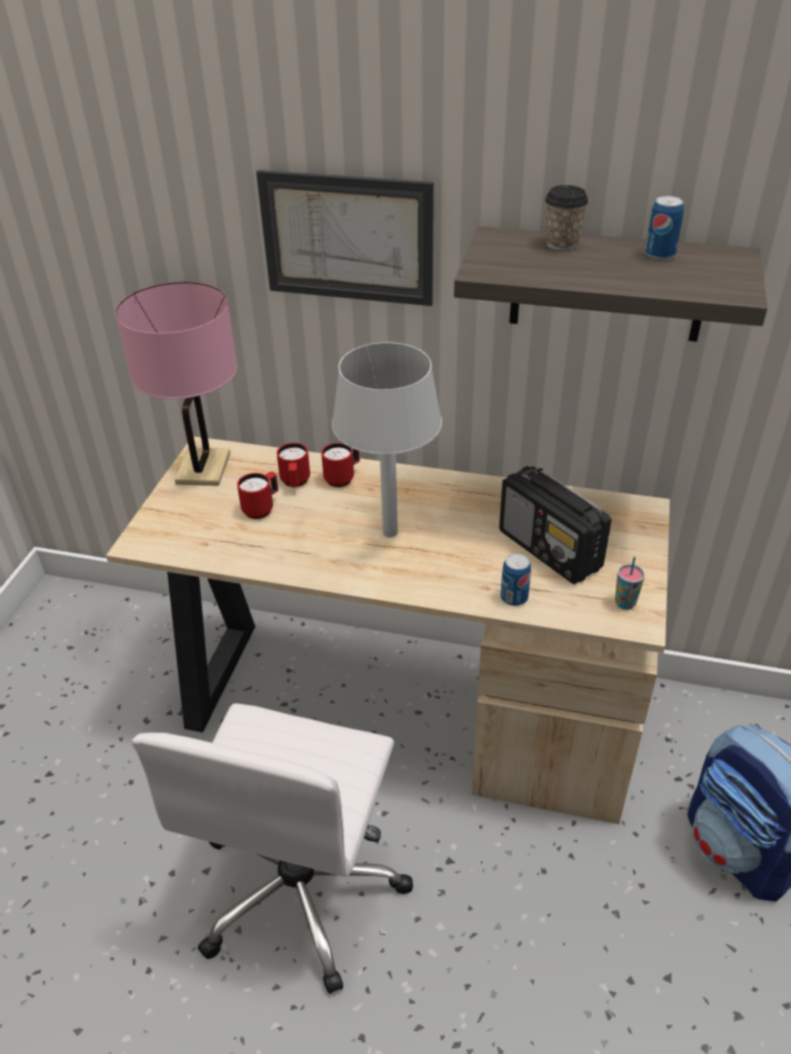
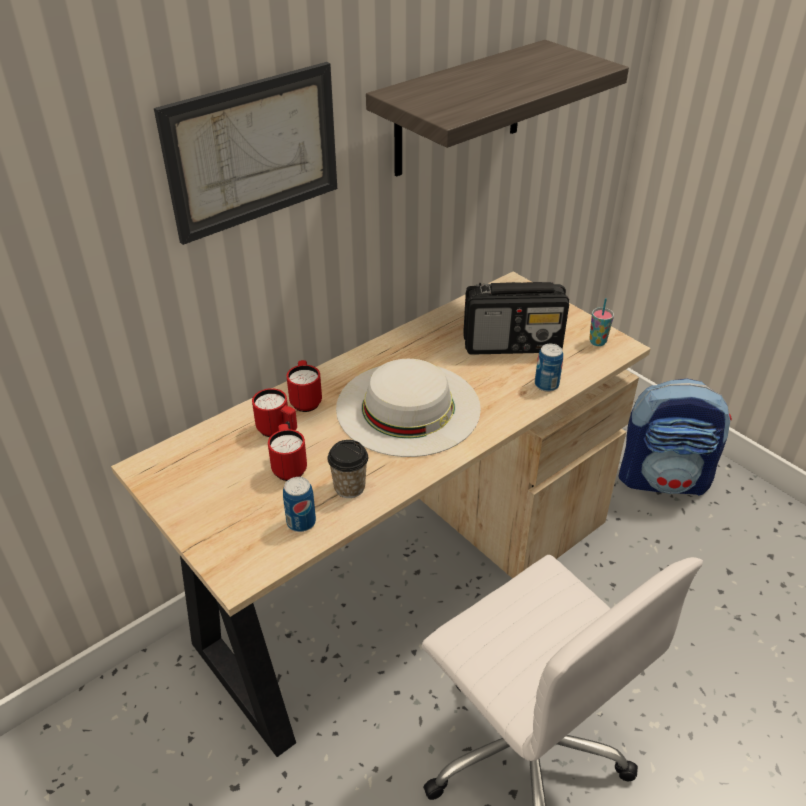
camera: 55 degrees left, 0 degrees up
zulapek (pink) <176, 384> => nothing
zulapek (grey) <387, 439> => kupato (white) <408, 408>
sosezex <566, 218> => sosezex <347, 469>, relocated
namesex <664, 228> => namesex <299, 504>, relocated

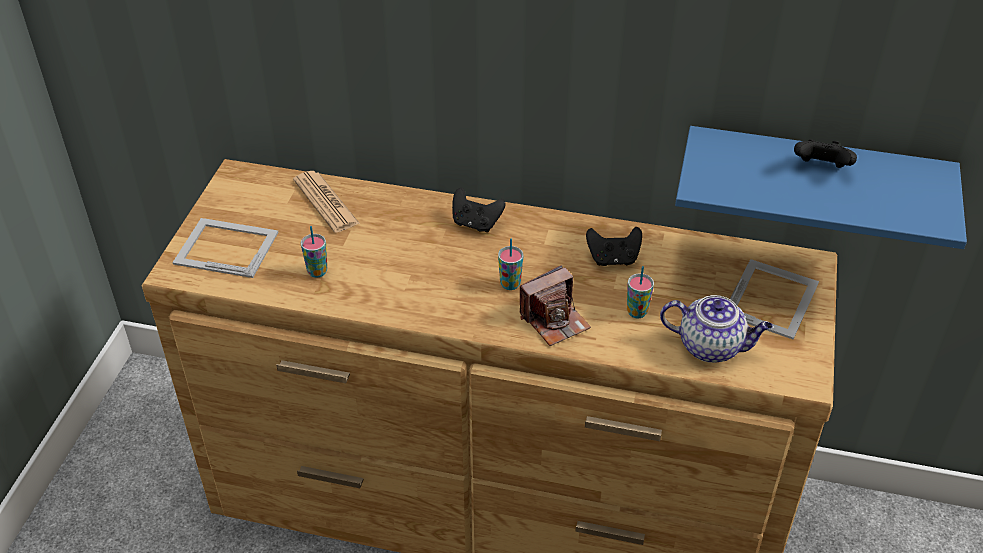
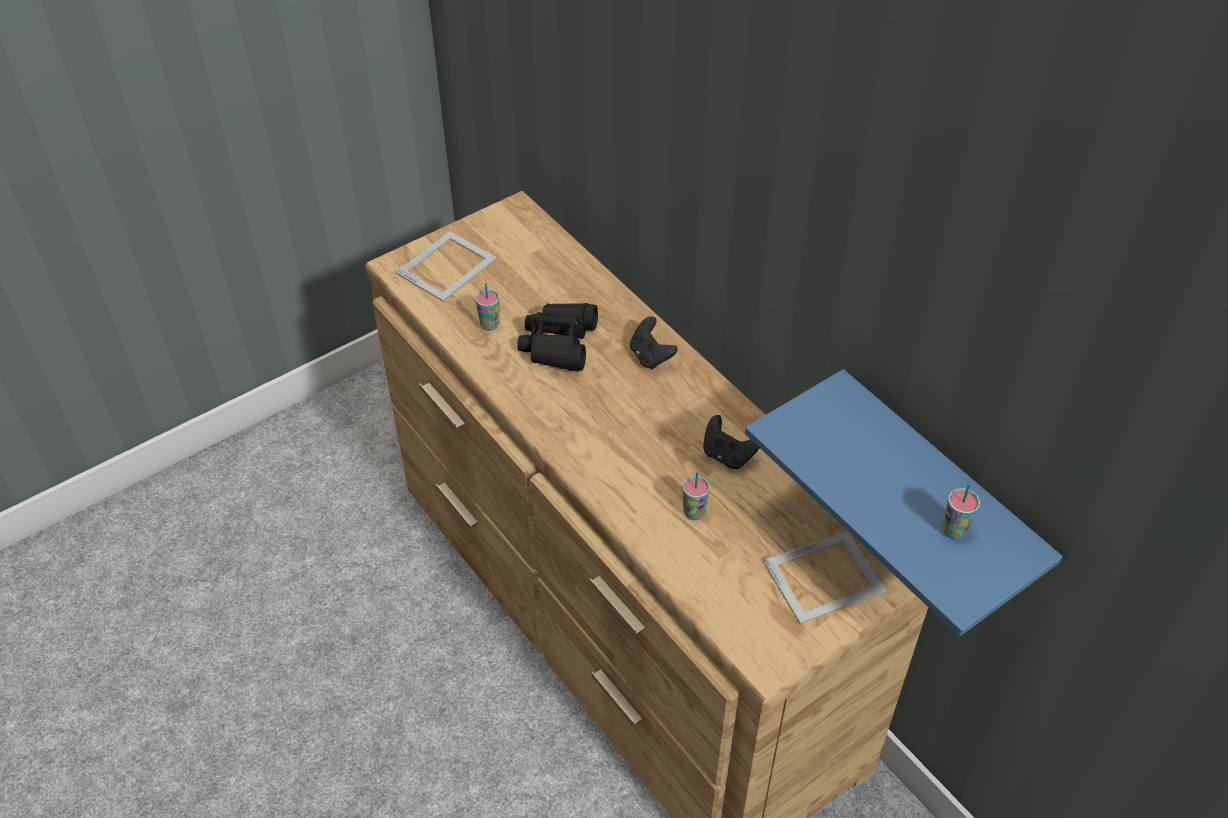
camera: 40 degrees right, 5 degrees up
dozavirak <225, 248> => dozavirak <446, 266>, 75 degrees clockwise
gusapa <326, 202> => nothing
sosezex <510, 264> => sosezex <961, 511>, relocated
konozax <555, 305> => nothing
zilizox <716, 329> => nothing
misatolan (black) <825, 153> => nothing
nothing => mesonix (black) <557, 337>

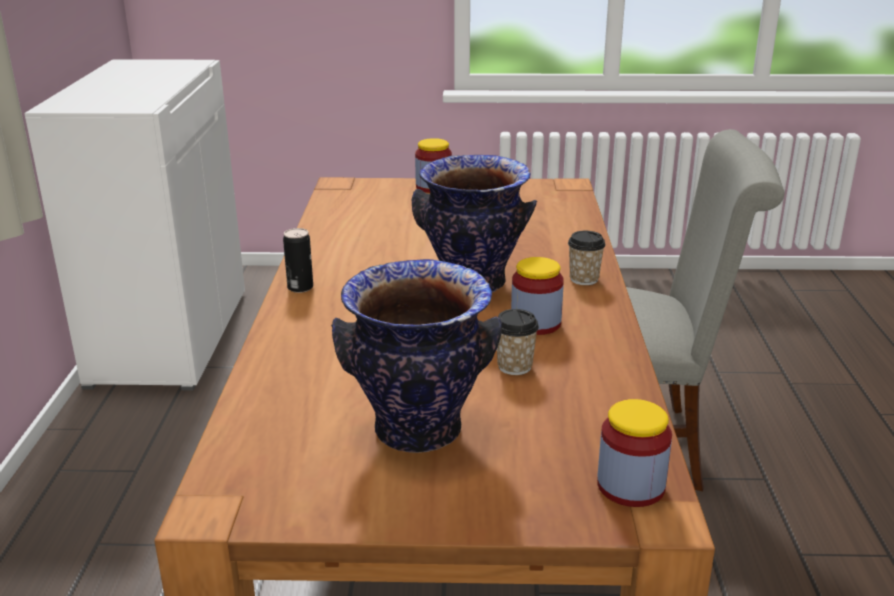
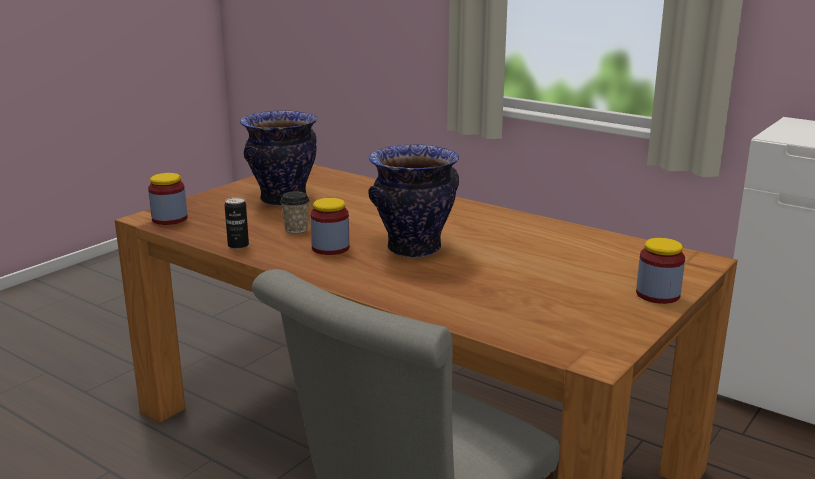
camera: 125 degrees right, 5 degrees down
namesex <298, 260> => namesex <237, 223>, relocated
sosezex <586, 258> => nothing

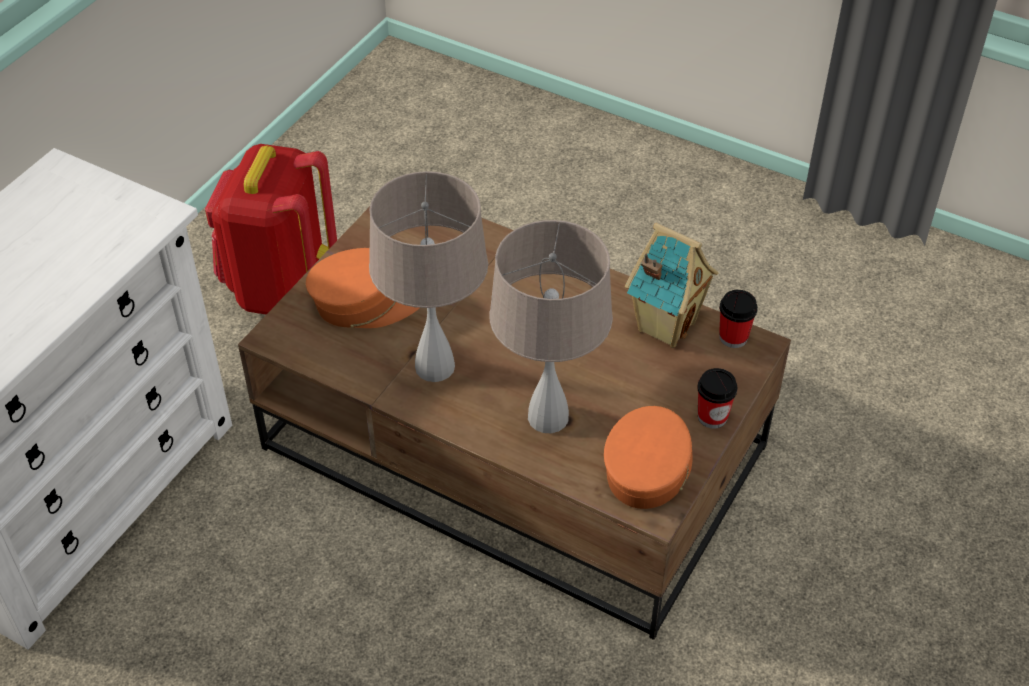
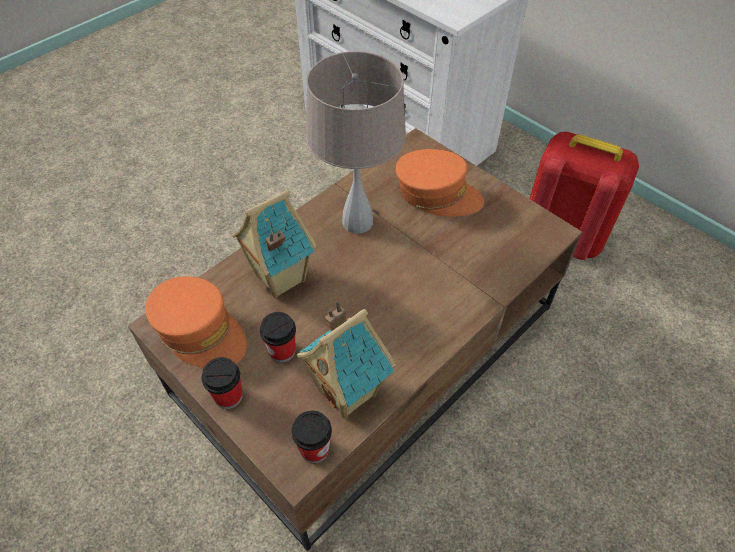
camera: 105 degrees right, 5 degrees up
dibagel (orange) <362, 288> => dibagel (orange) <440, 183>, 75 degrees counterclockwise
zulapek (beige) <551, 326> => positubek <274, 244>
nothing => sosezex <278, 337>

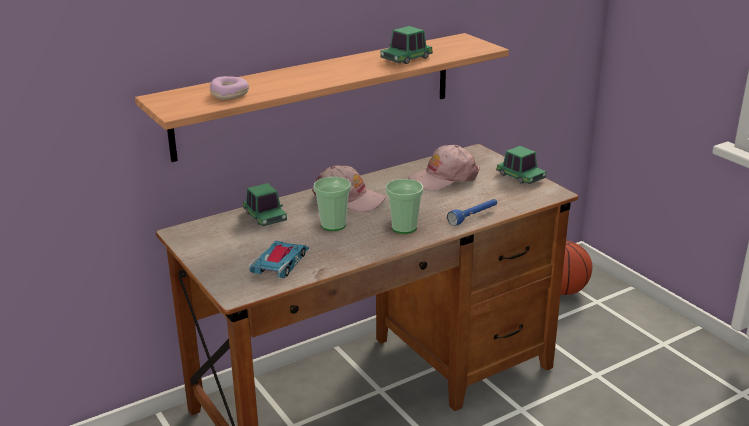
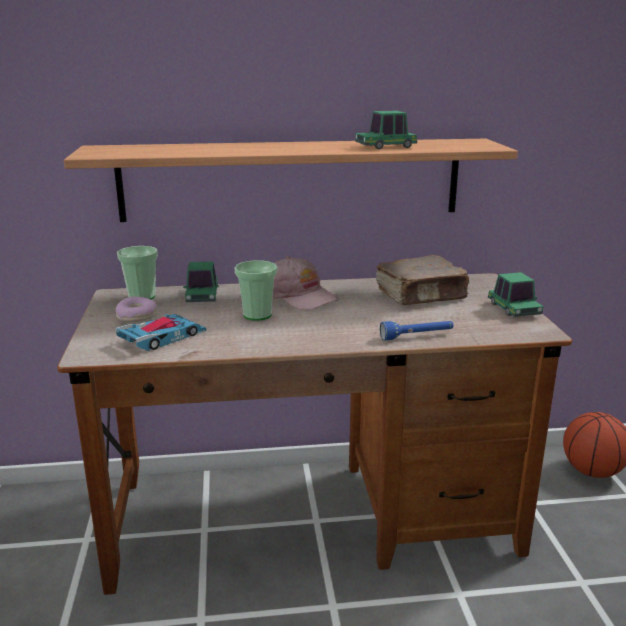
camera: 25 degrees right, 5 degrees down
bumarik <229, 88> => bumarik <136, 309>, relocated
sosezex <404, 206> => sosezex <137, 272>, relocated
dibagel (pink) <444, 168> => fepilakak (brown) <423, 280>

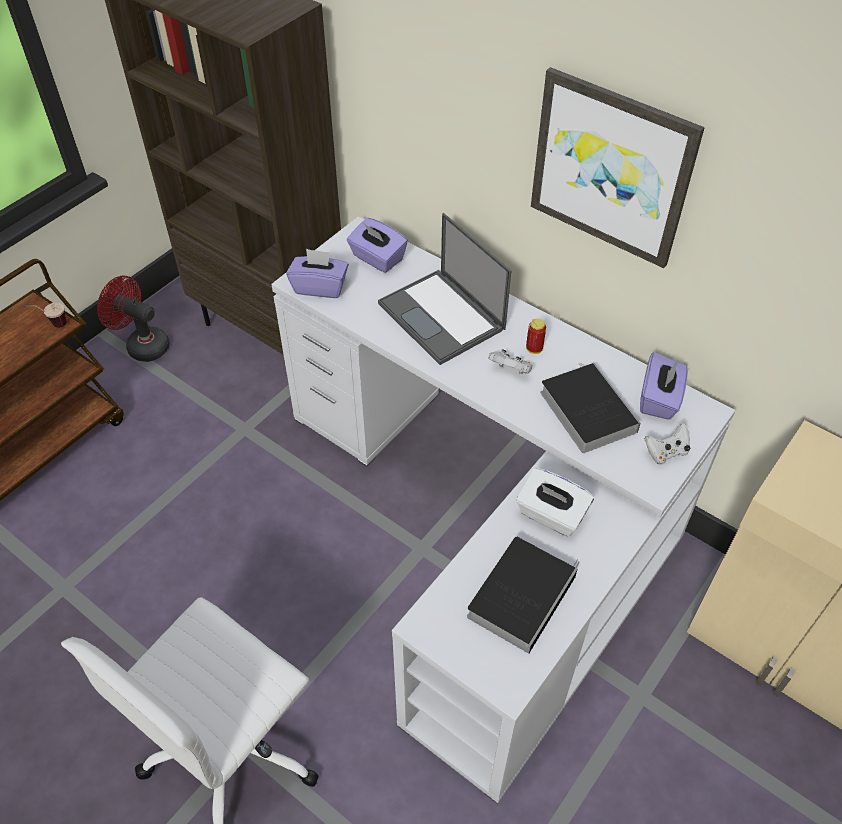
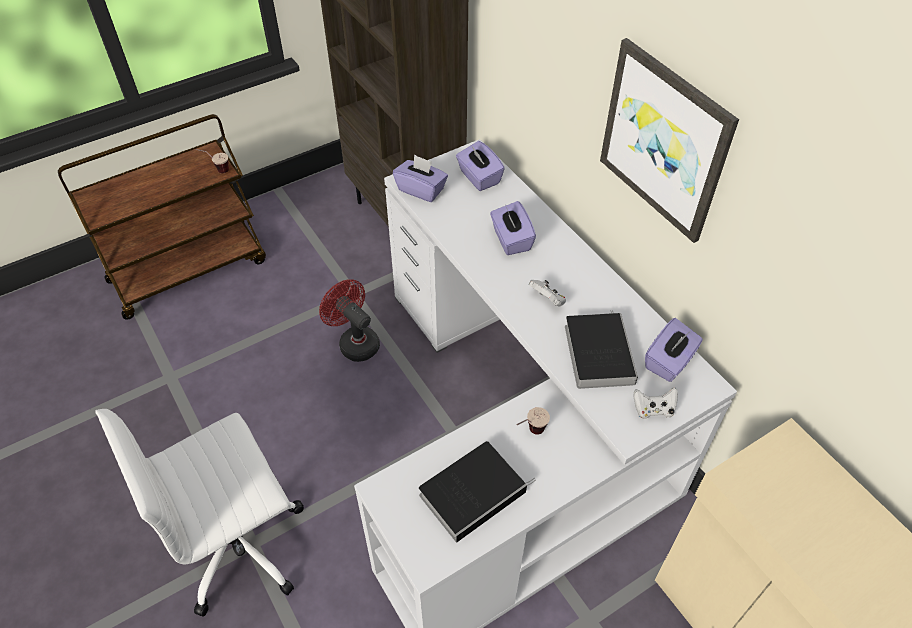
camera: 20 degrees right, 0 degrees up
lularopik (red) <133, 319> => lularopik (red) <349, 320>, relocated
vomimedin <444, 289> => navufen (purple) <513, 228>
navufen (white) <555, 502> => sosezex <533, 421>
namesex <536, 336> => nothing

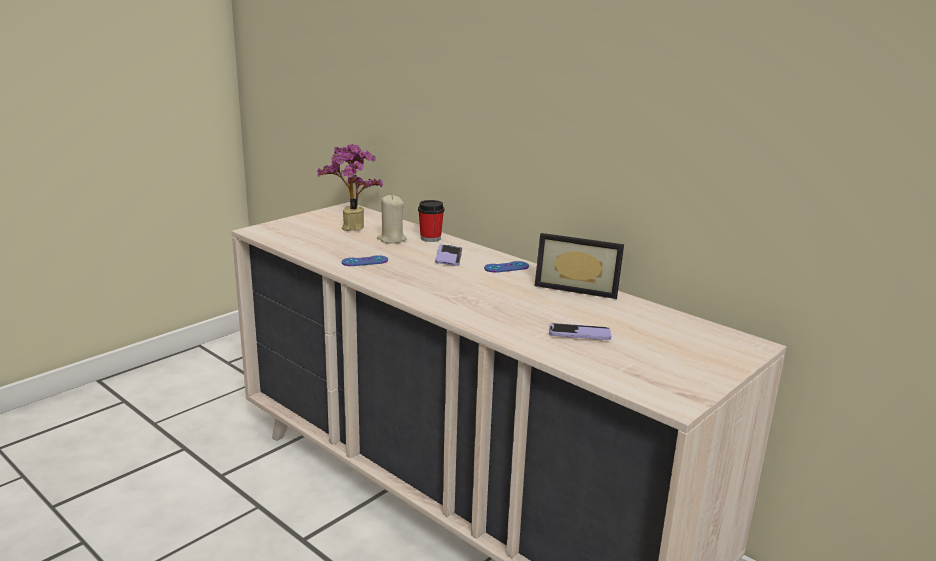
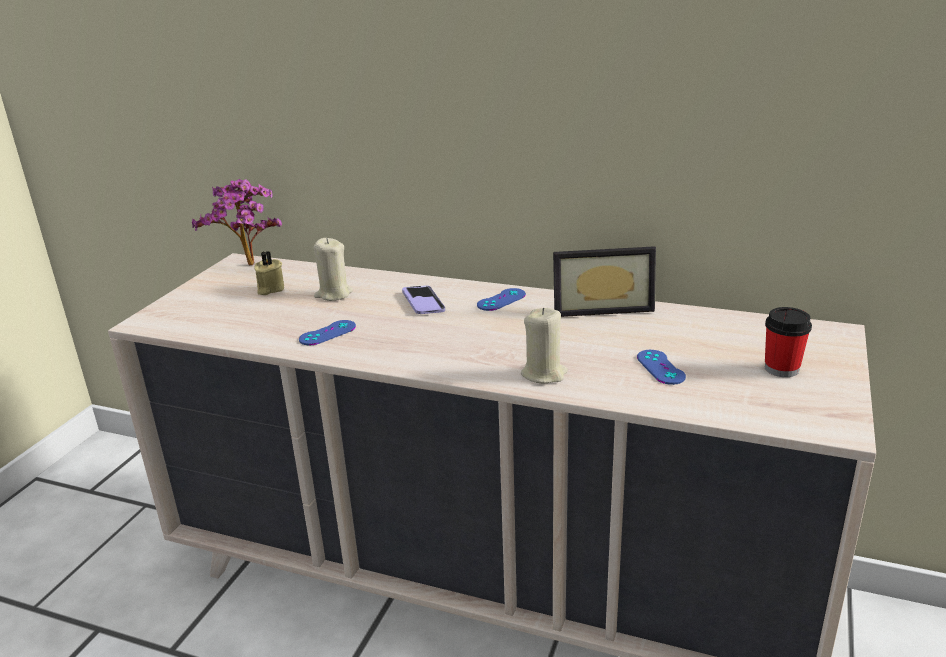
camera: 20 degrees left, 5 degrees up
sosezex <431, 221> => sosezex <788, 342>, relocated
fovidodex <580, 331> => misatolan (blue) <661, 367>
nothing => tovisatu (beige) <544, 346>

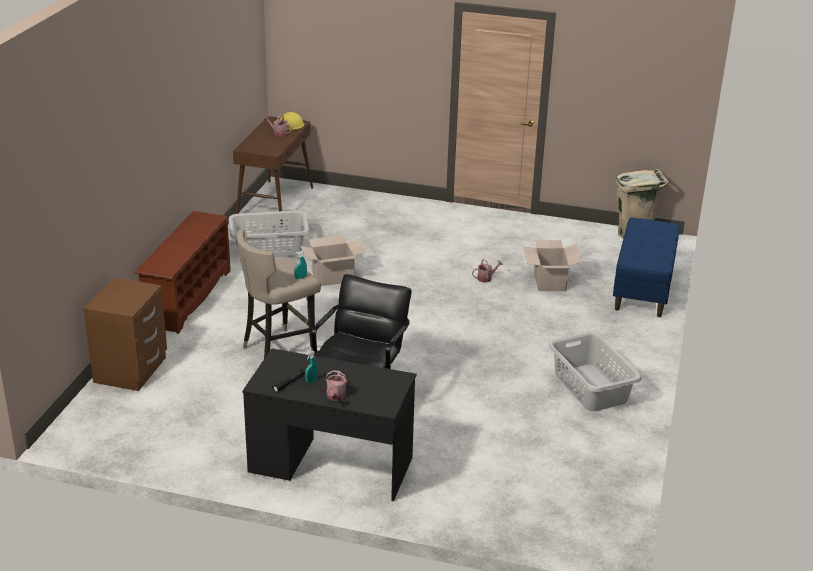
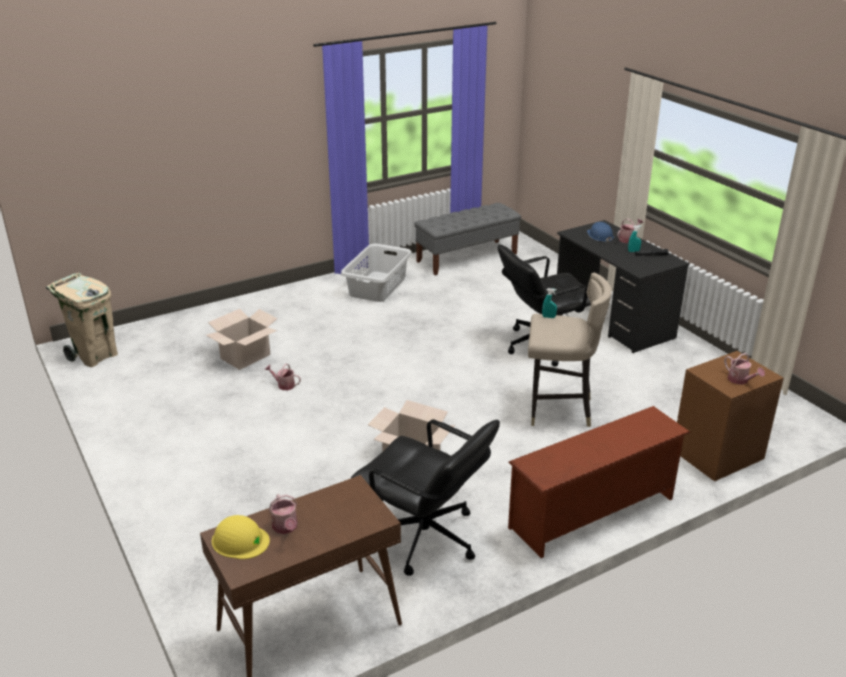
camera: 135 degrees left, 0 degrees up
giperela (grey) <269, 233> => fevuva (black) <425, 497>
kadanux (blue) <646, 267> => nothing
nothing => kadanux (grey) <467, 239>
nothing => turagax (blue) <600, 232>
nothing => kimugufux <744, 368>

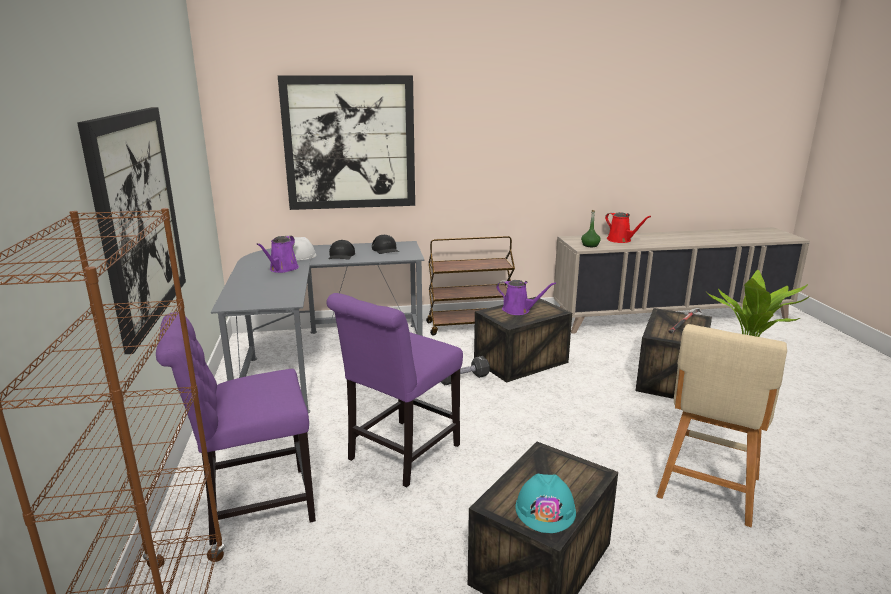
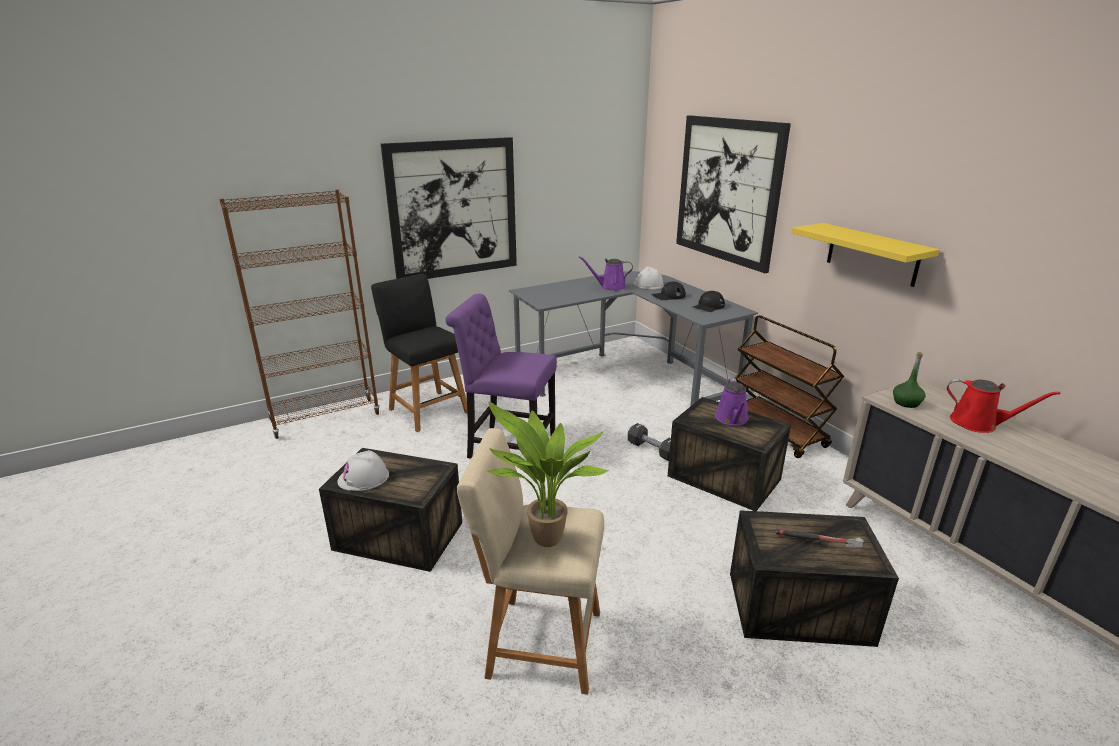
camera: 70 degrees right, 5 degrees up
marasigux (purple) <236, 428> => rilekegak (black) <419, 353>
turagax (turquoise) <545, 503> => turagax (white) <363, 470>
kimugufux (red) <628, 227> => kimugufux (red) <1003, 405>, 90 degrees counterclockwise
nothing => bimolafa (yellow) <865, 255>

